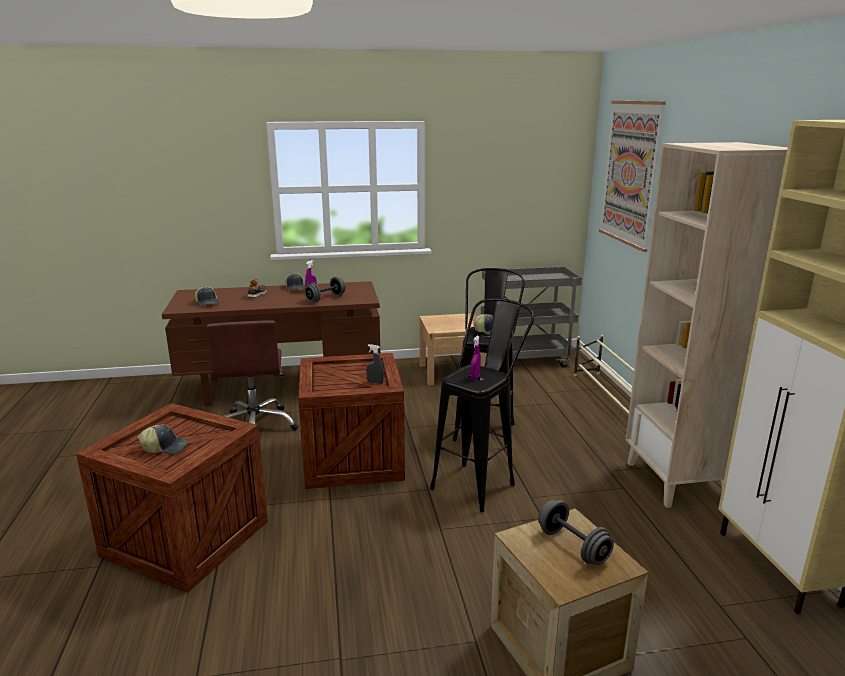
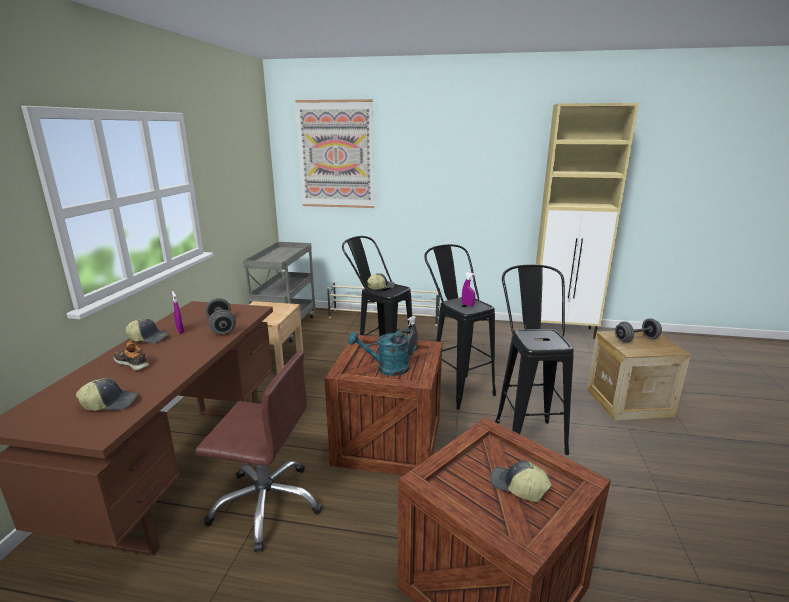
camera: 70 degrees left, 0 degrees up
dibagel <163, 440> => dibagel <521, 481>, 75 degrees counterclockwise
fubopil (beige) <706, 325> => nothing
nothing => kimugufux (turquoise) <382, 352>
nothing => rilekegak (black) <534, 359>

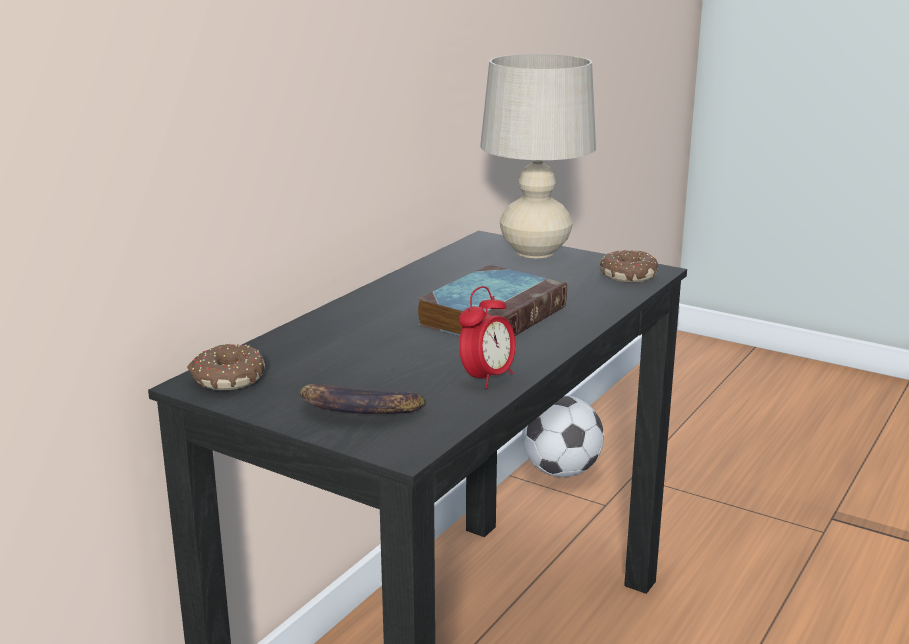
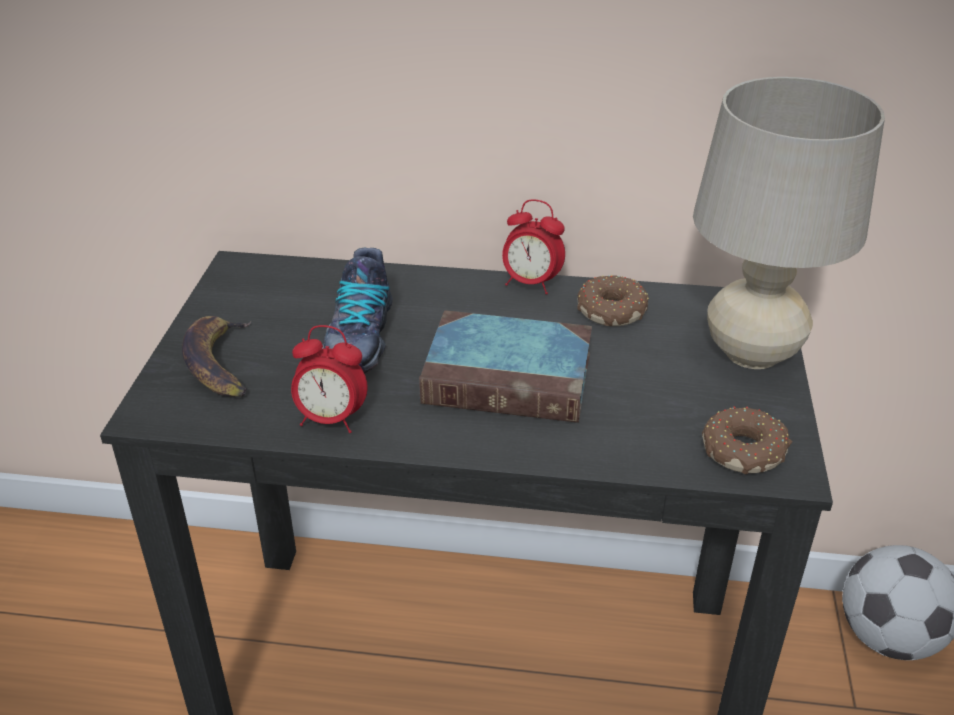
camera: 65 degrees right, 15 degrees up
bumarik <226, 366> => bumarik <613, 300>, relocated
nothing => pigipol <357, 311>
nothing => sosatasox <533, 246>

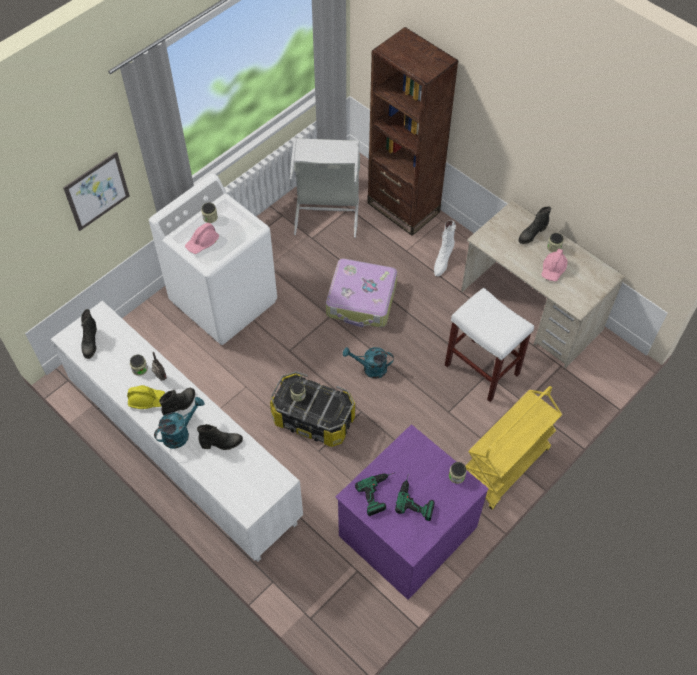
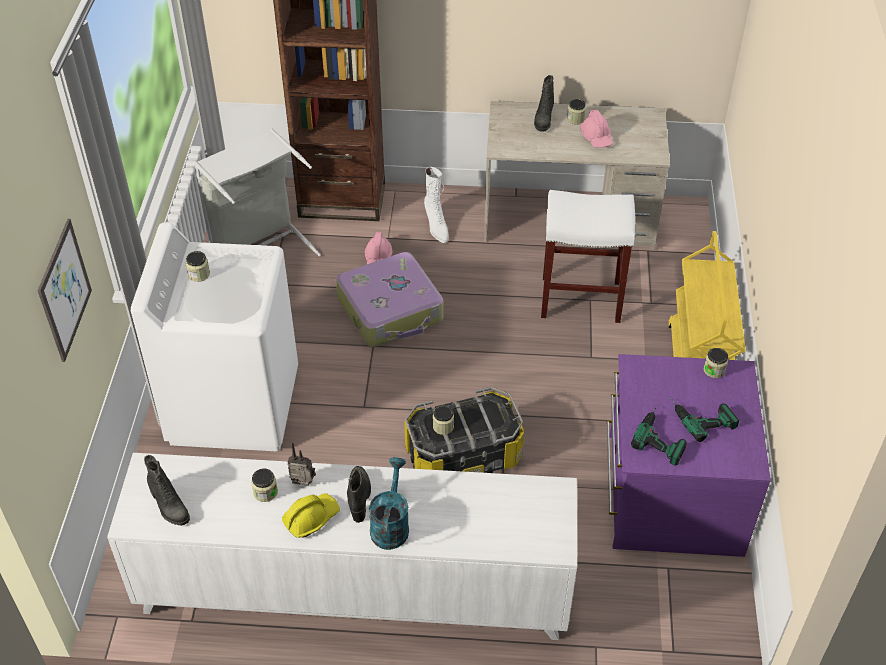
camera: 40 degrees left, 10 degrees down
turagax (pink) <202, 238> => turagax (pink) <378, 248>, relocated
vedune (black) <220, 437> => nothing
kimugufux (turquoise) <368, 363> => nothing

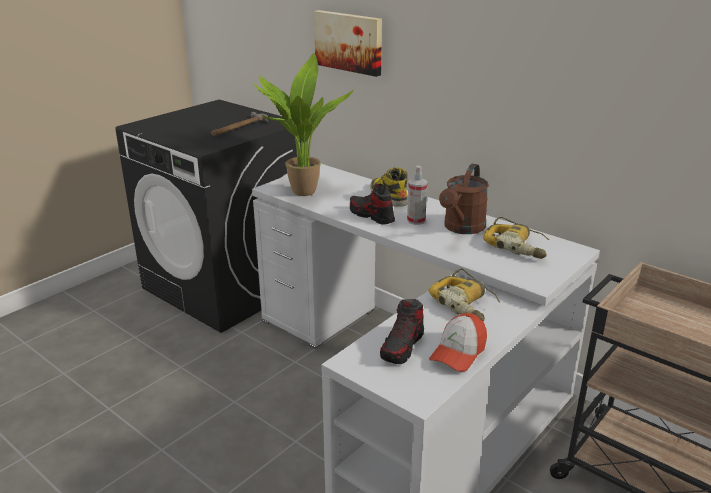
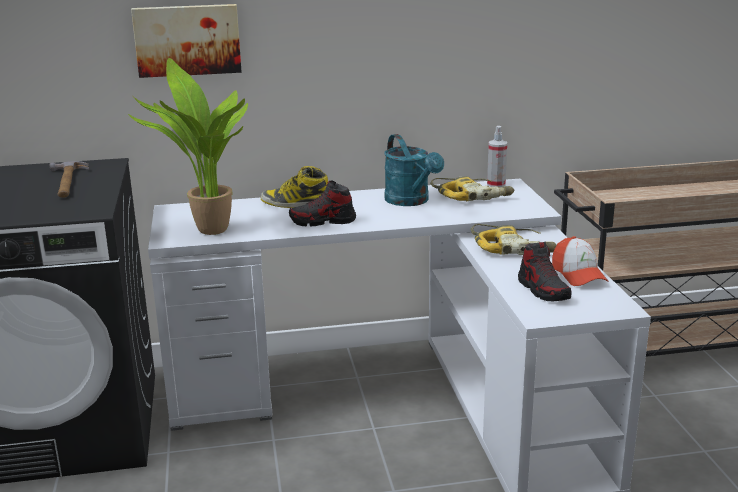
camera: 50 degrees left, 5 degrees down
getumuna <417, 195> => getumuna <497, 156>, relocated
kimugufux (brown) <464, 199> => kimugufux (turquoise) <414, 170>

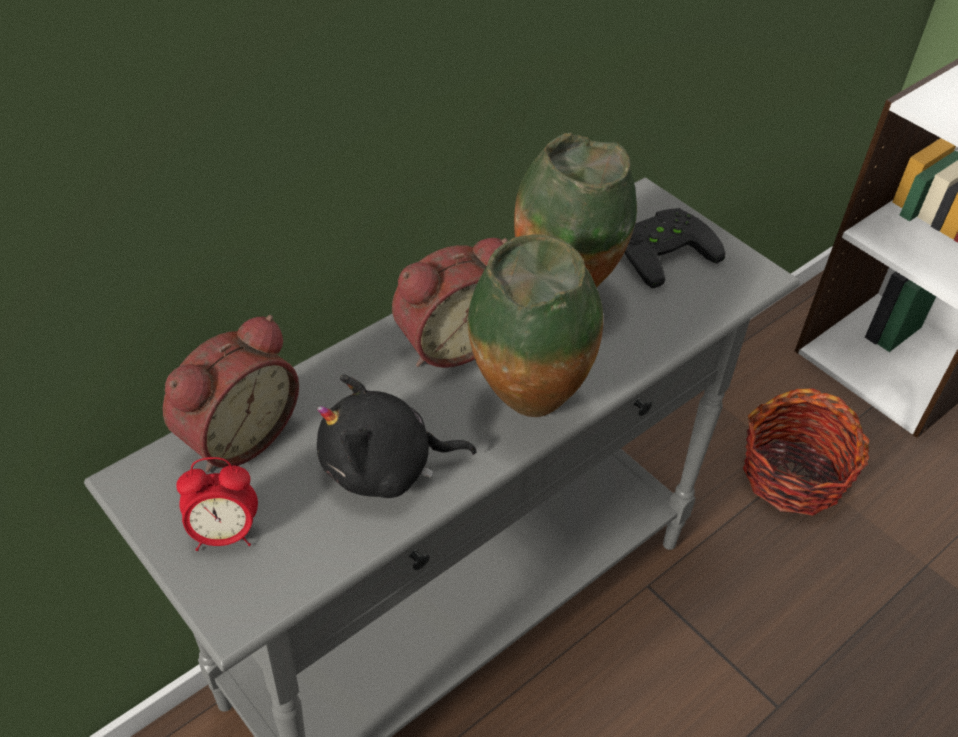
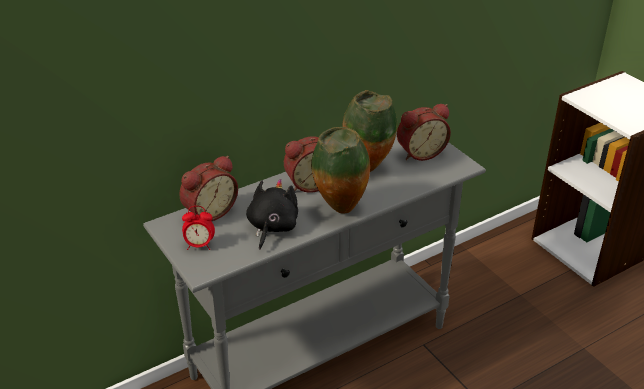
camera: 10 degrees right, 10 degrees down
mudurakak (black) <397, 436> => mudurakak (black) <272, 214>, 105 degrees clockwise
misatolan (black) <675, 248> => sosatasox <424, 132>
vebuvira <806, 452> => nothing

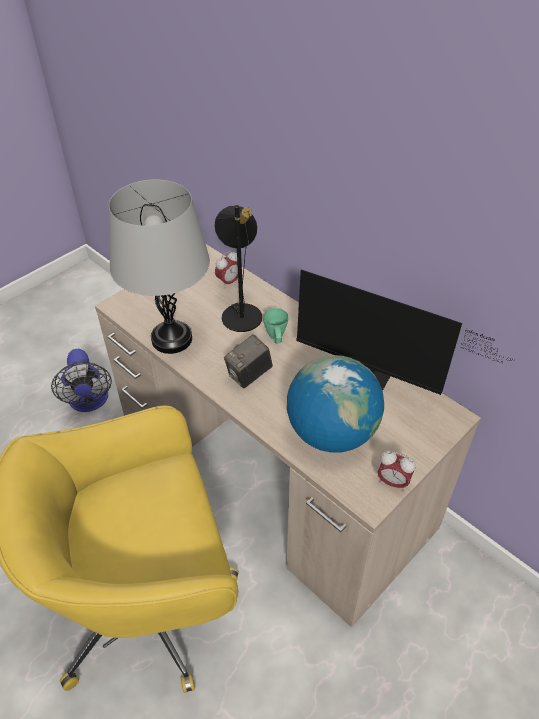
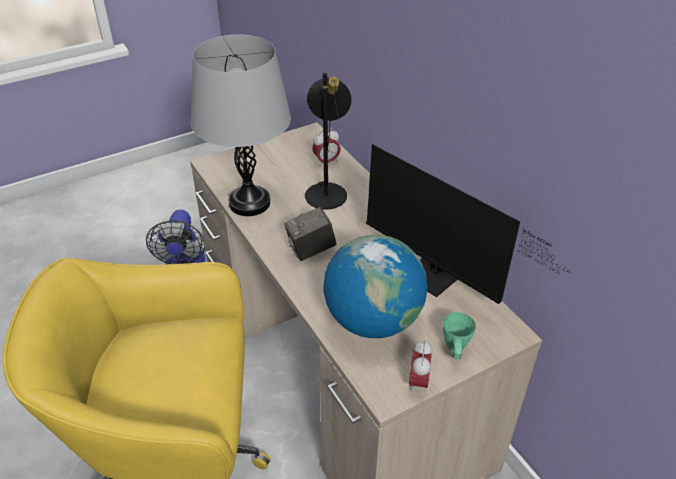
camera: 15 degrees right, 5 degrees down
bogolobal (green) <276, 325> => bogolobal (green) <459, 336>, relocated
sosatasox <397, 470> => sosatasox <420, 366>, 60 degrees clockwise

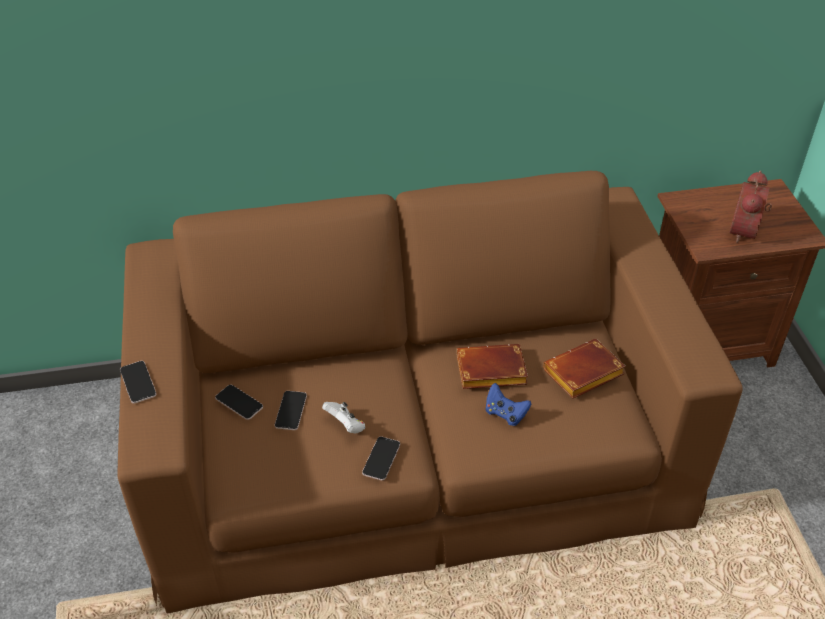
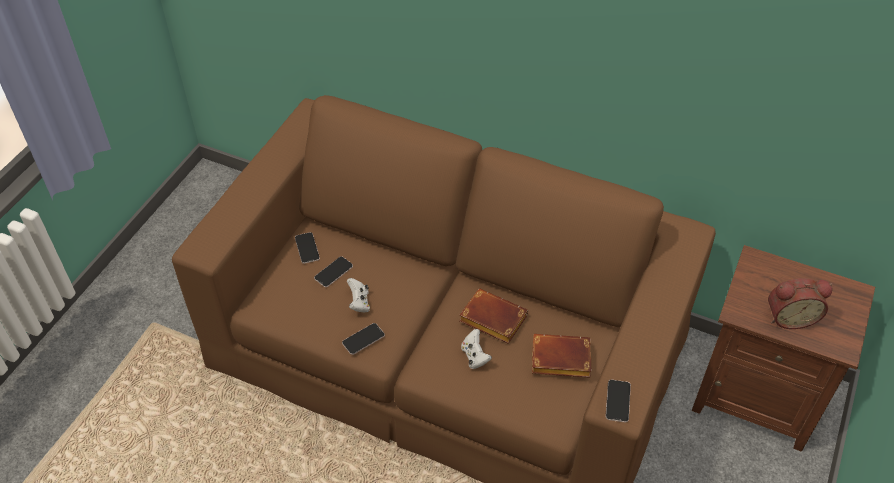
camera: 35 degrees right, 5 degrees up
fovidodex <138, 382> => fovidodex <618, 401>, relocated
misatolan (blue) <508, 404> => misatolan (white) <476, 349>
sosatasox <751, 206> => sosatasox <800, 303>, 150 degrees counterclockwise

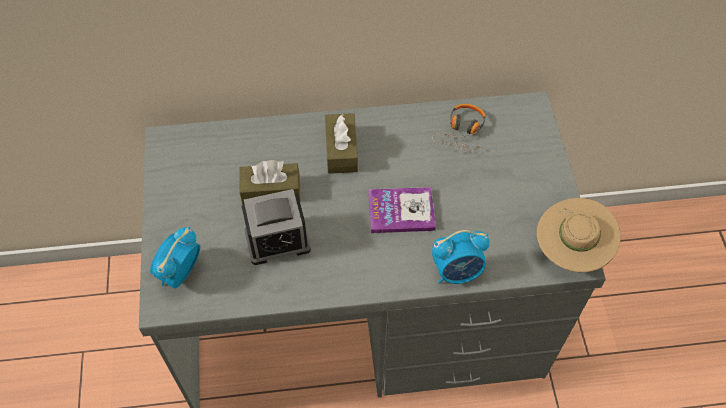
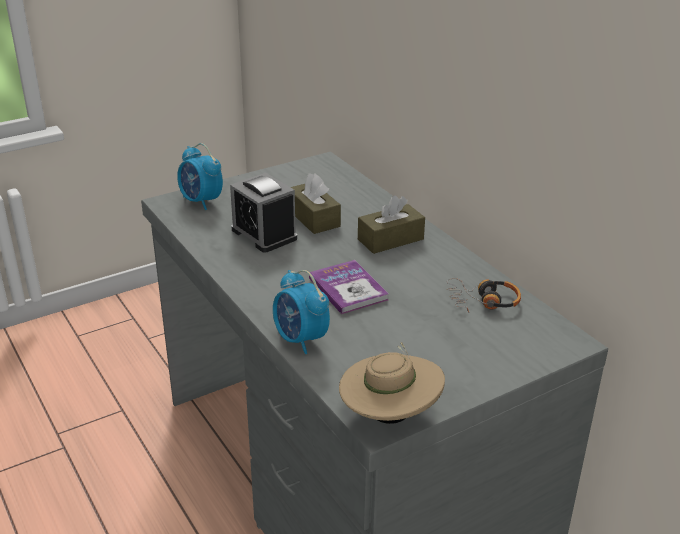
camera: 65 degrees right, 25 degrees down
sosatasox <175, 258> => sosatasox <200, 176>, 135 degrees counterclockwise

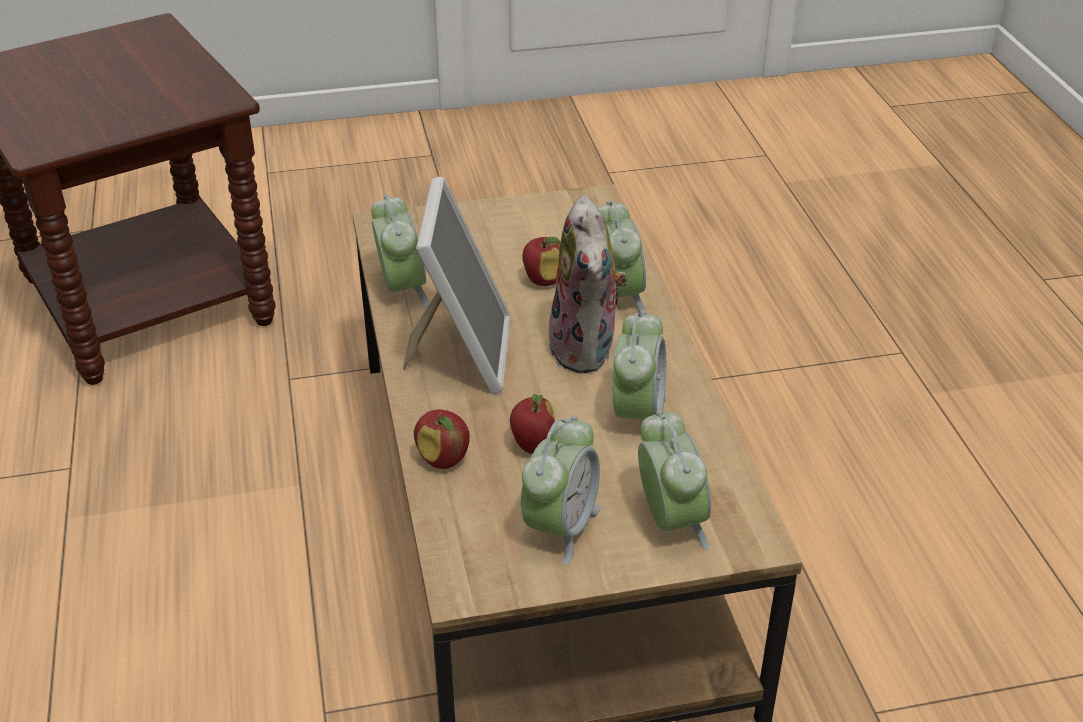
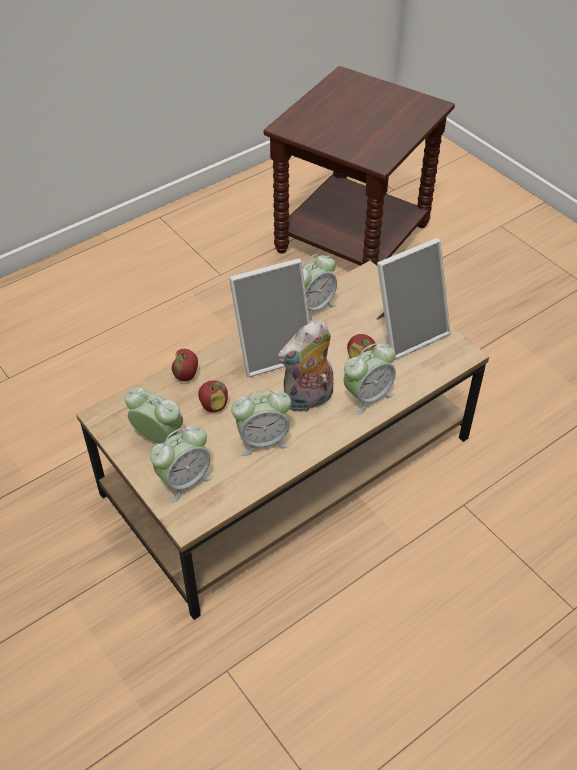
camera: 65 degrees right, 10 degrees up
sosatasox <561, 491> => sosatasox <154, 415>, 150 degrees counterclockwise
nothing => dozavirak <413, 299>

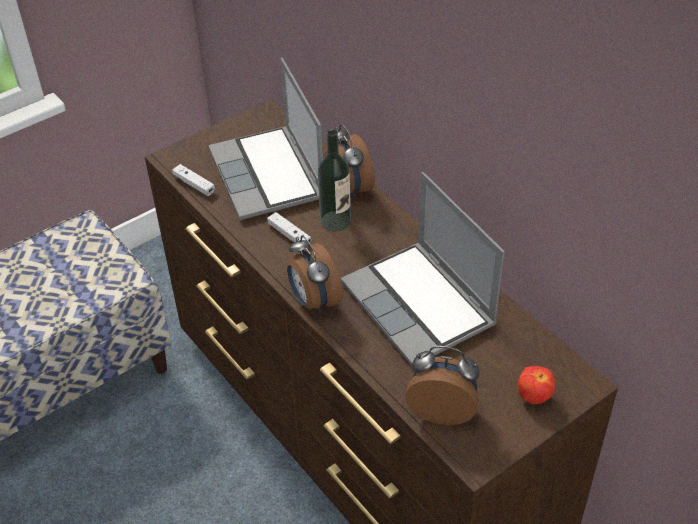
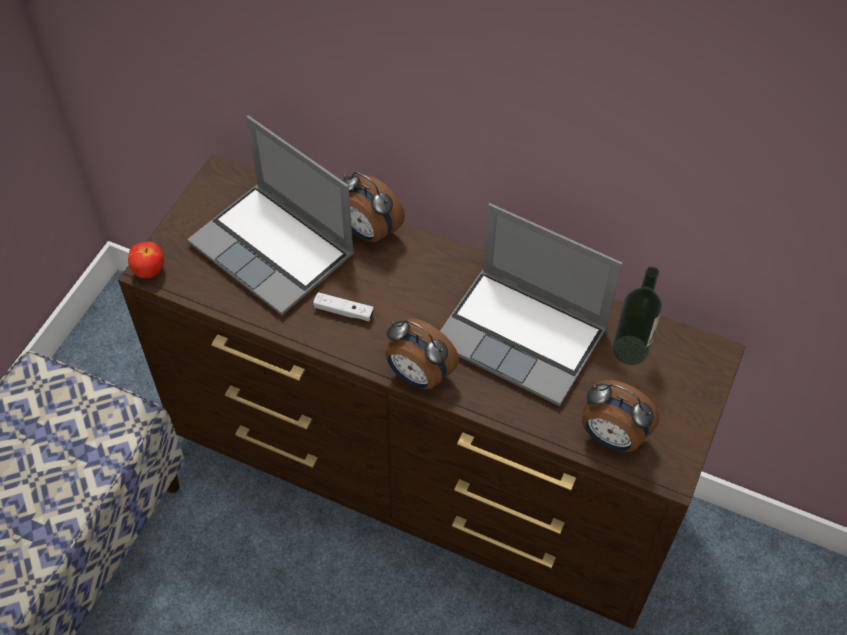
camera: 30 degrees left, 10 degrees up
misatolan (white) <193, 180> => nothing
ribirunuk <334, 180> => ribirunuk <637, 315>, relocated
sosatasox <442, 385> => sosatasox <621, 416>, 135 degrees counterclockwise
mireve <536, 385> => mireve <146, 260>, relocated

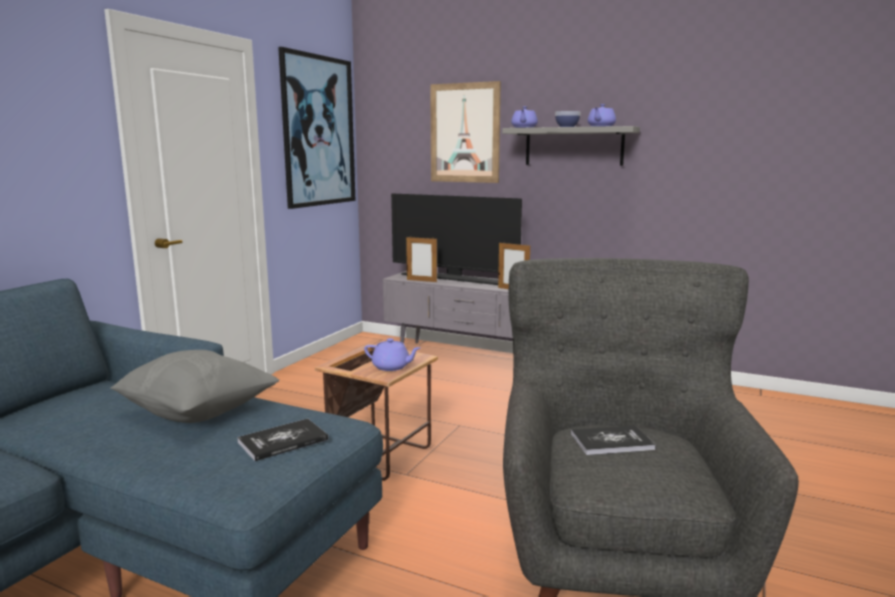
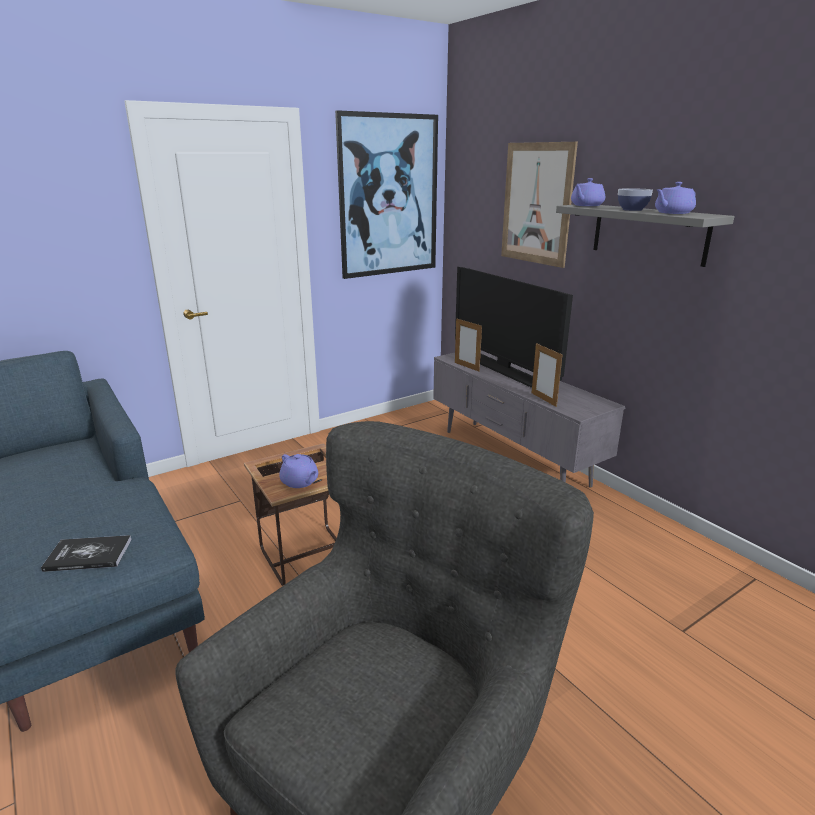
camera: 30 degrees right, 10 degrees up
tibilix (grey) <194, 386> => nothing
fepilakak <613, 440> => nothing

